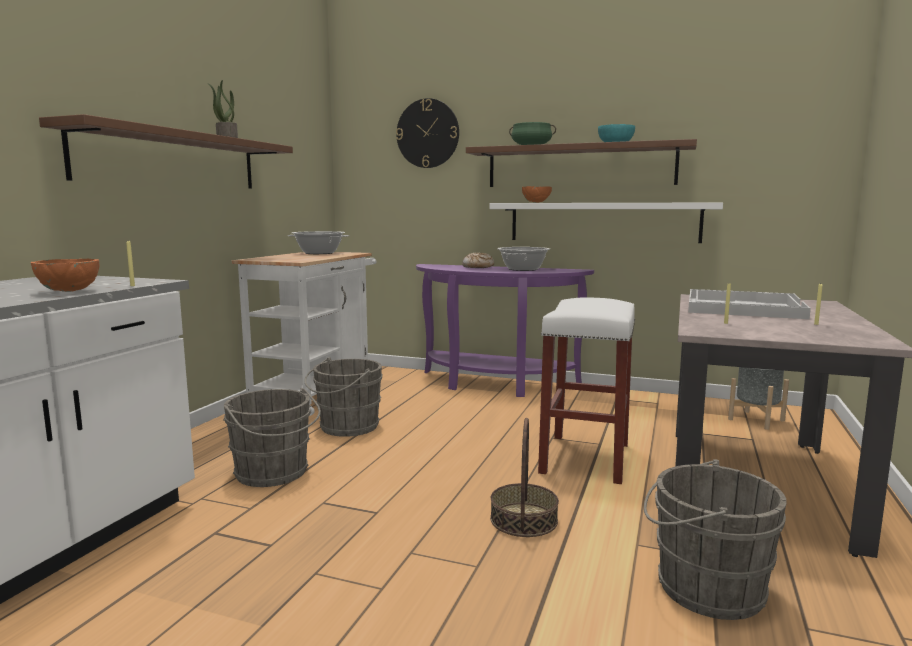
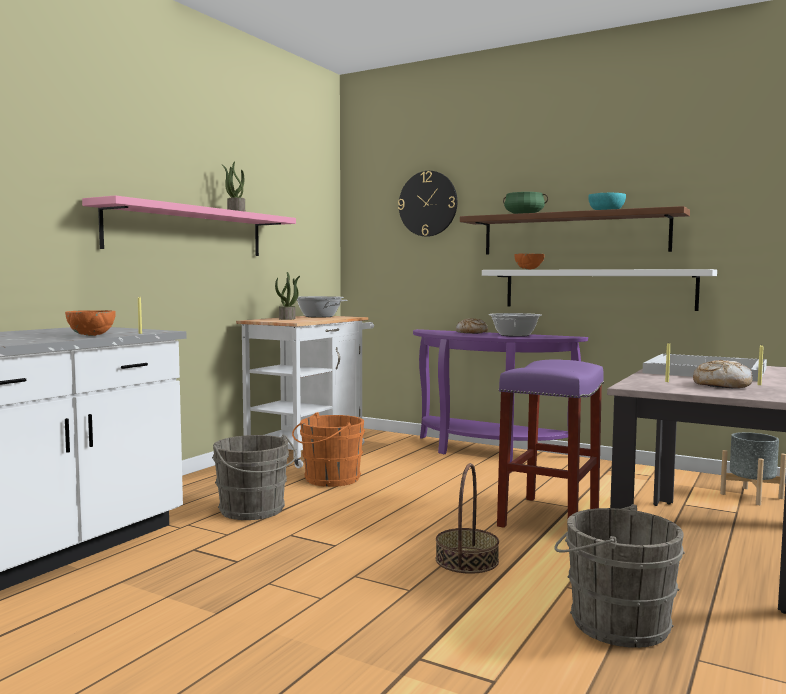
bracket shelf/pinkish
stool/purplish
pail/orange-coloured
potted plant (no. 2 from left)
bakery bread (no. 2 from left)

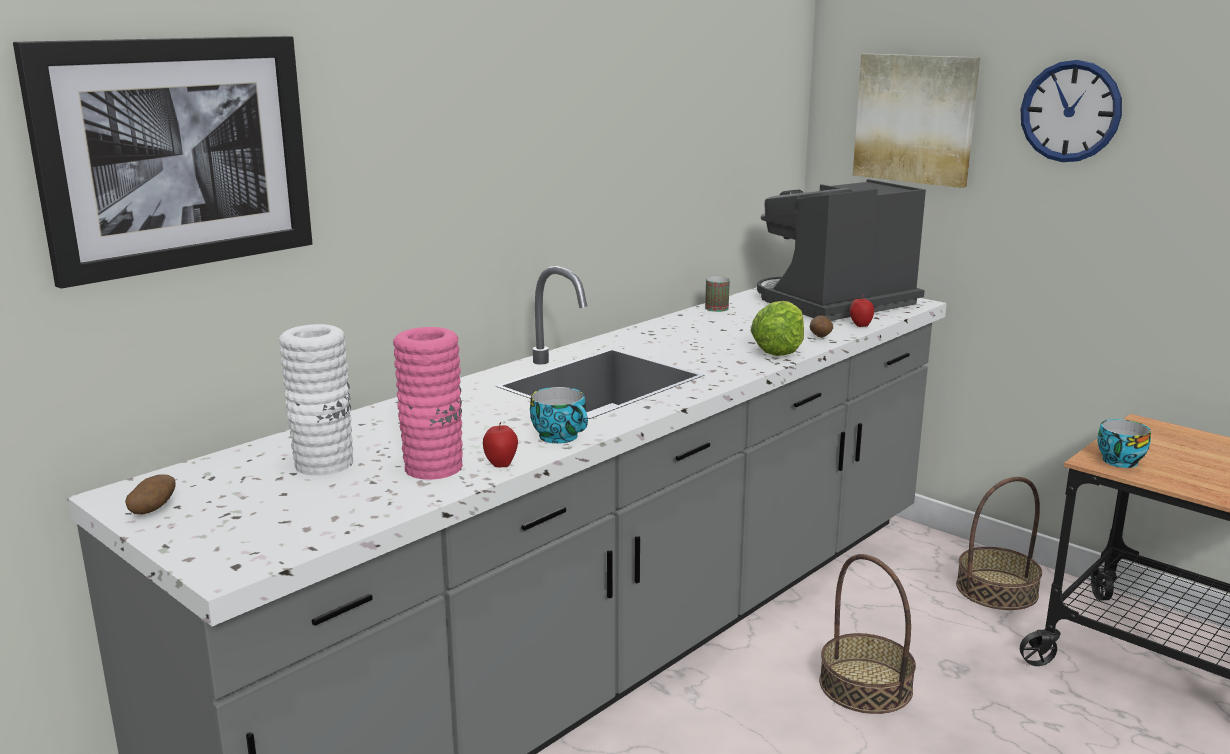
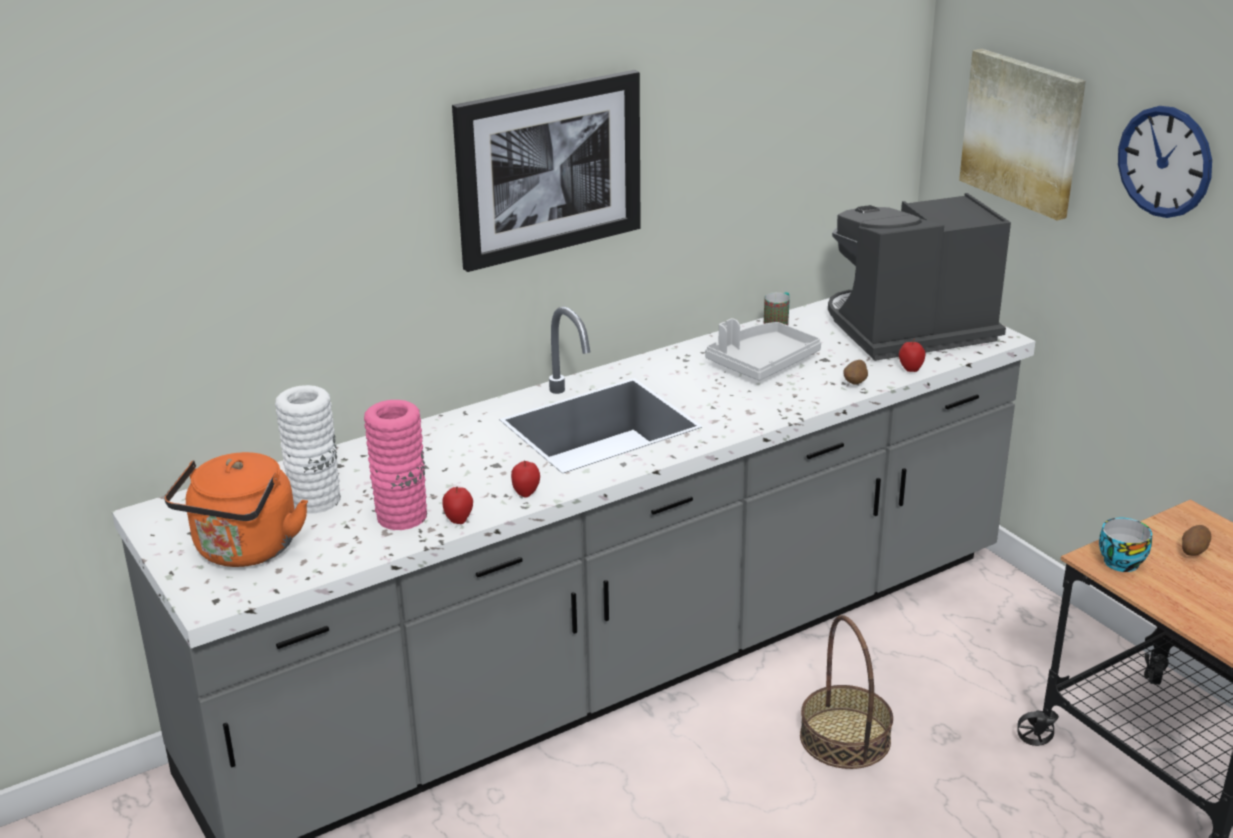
wall picture (no. 1 from left)
head of lettuce
apple fruit (no. 2 from left)
whole potato (no. 2 from left)
basket (no. 2 from left in the first image)
tray/grey
water kettle/orange-coloured

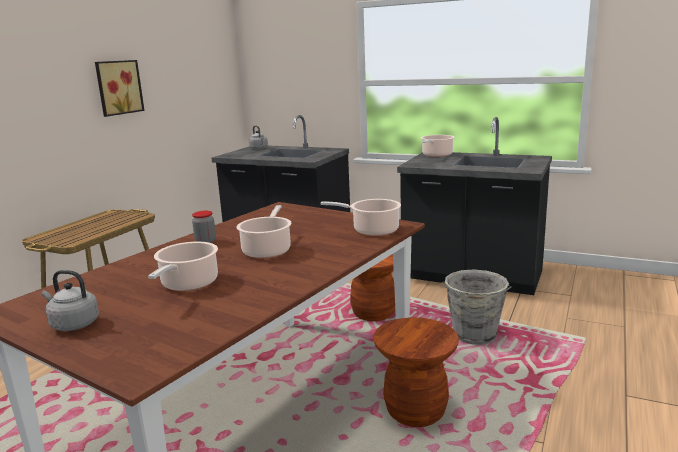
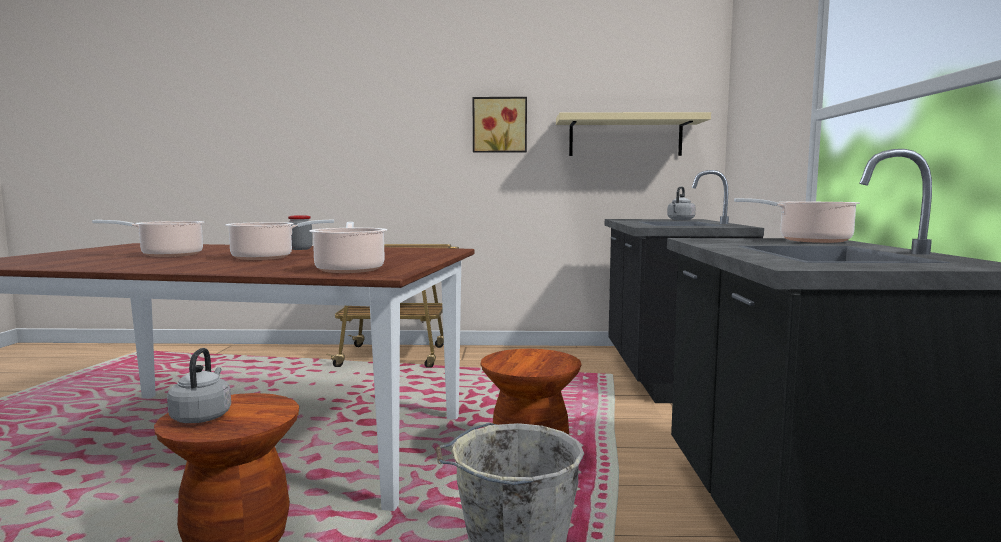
water kettle/grey (no. 1 from left)
bracket shelf/sand-coloured

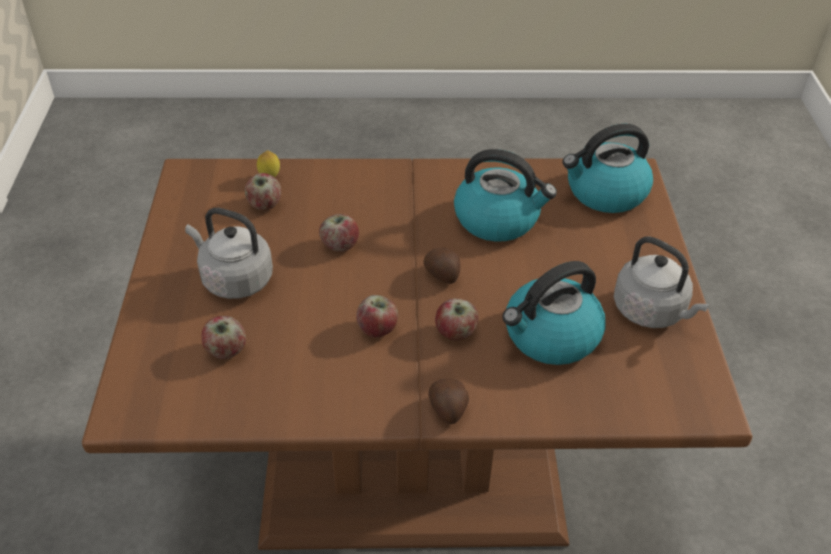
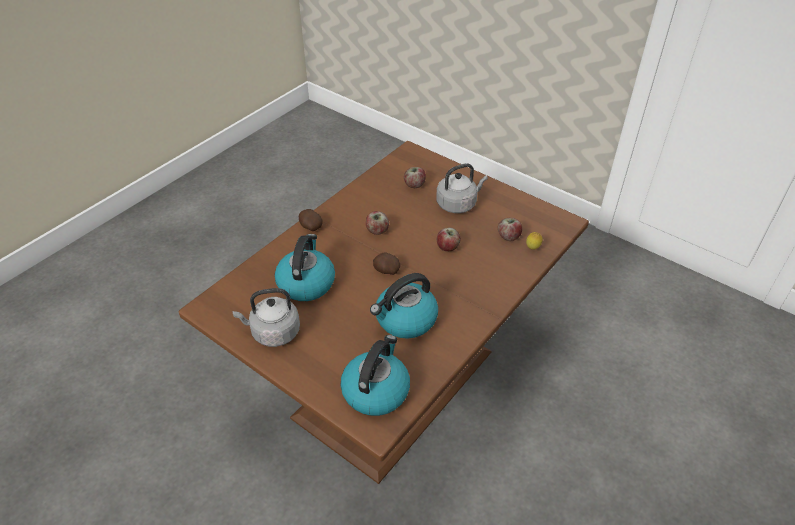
apple fruit (no. 5 from left in the first image)

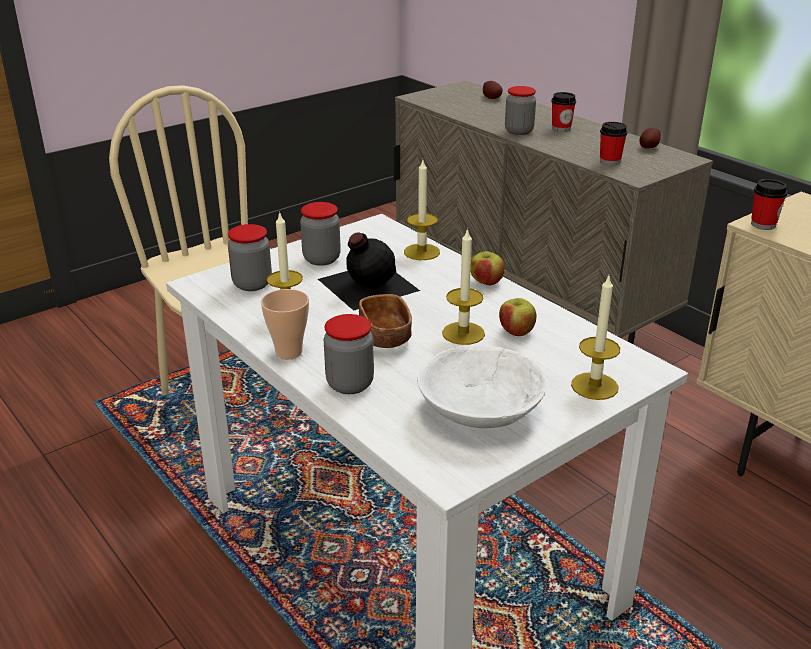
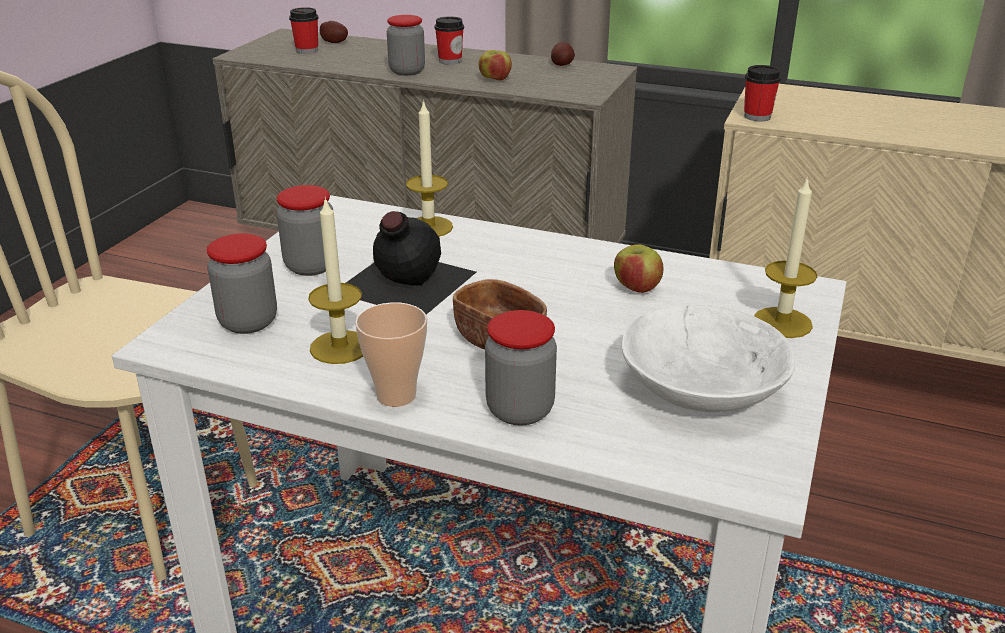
cup (no. 1 from left)
candle (no. 3 from left in the first image)
apple fruit (no. 1 from left)

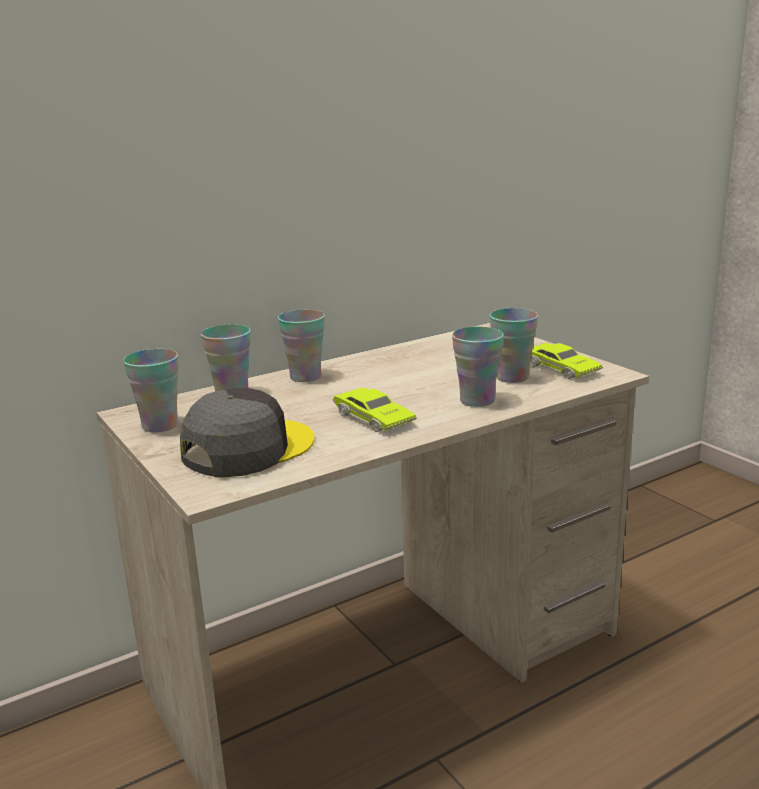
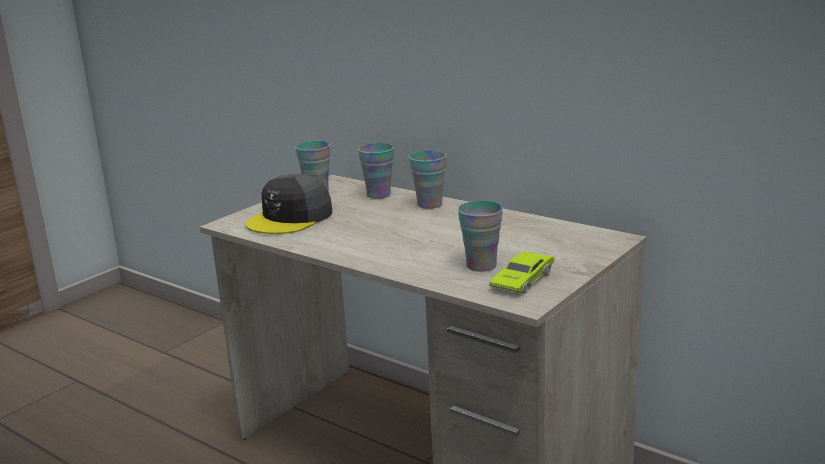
cup (no. 4 from left in the first image)
cap/grey
model car/green-coloured (no. 1 from left in the first image)

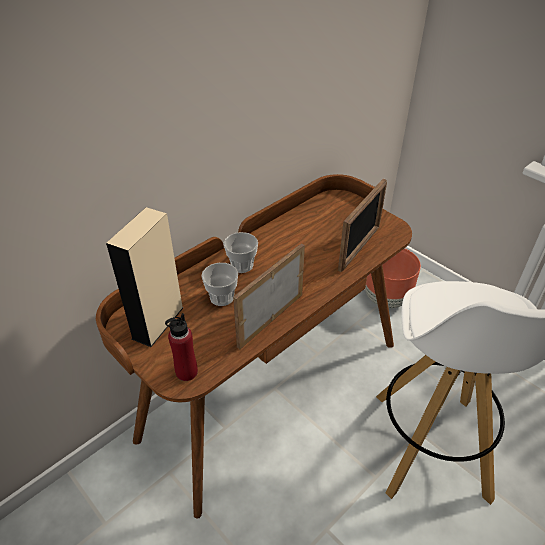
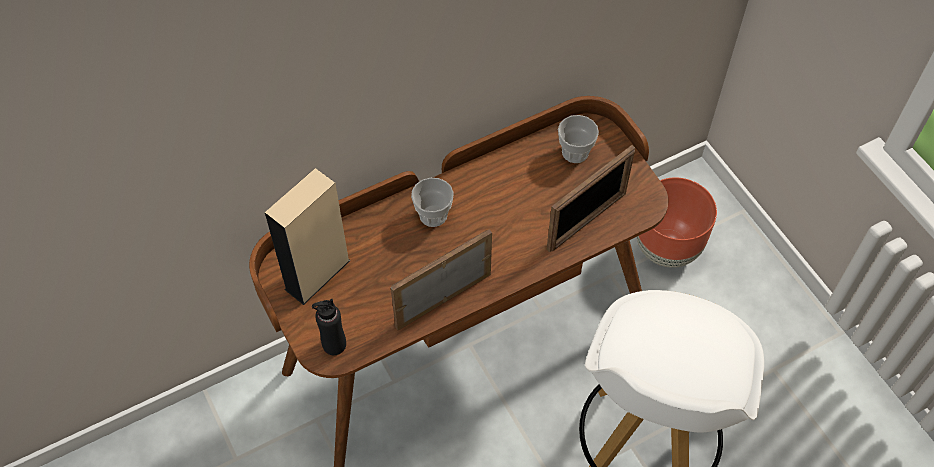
cup (no. 2 from left)
drink bottle/black-coloured

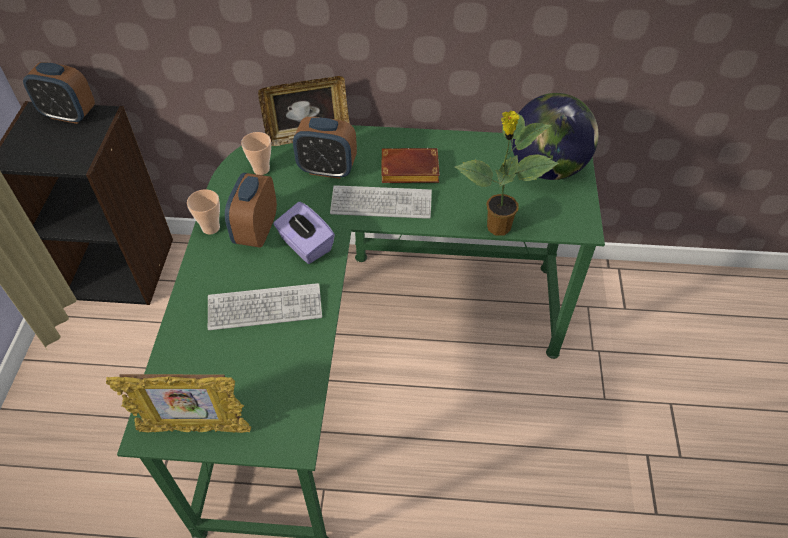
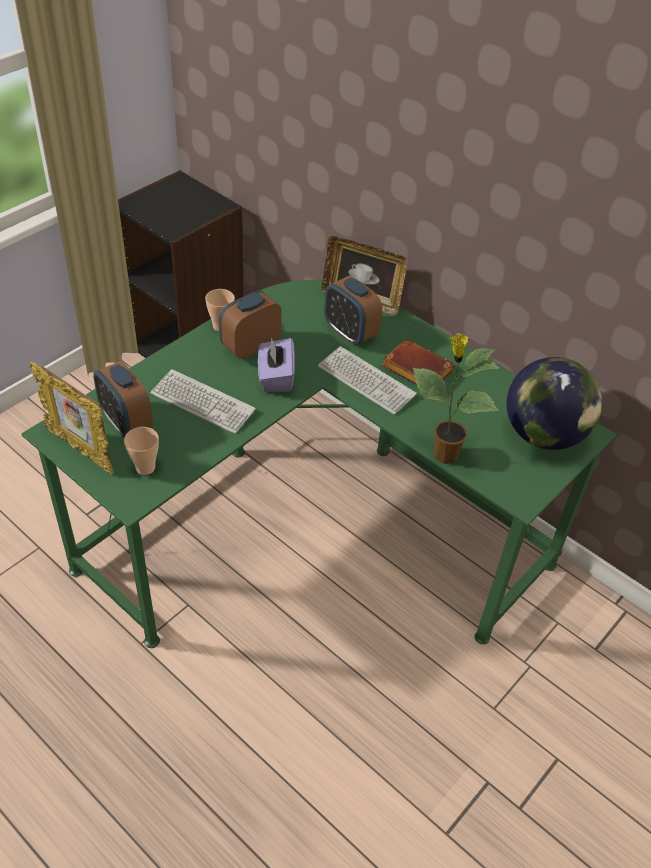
alarm clock (no. 1 from left)
cup (no. 1 from left)

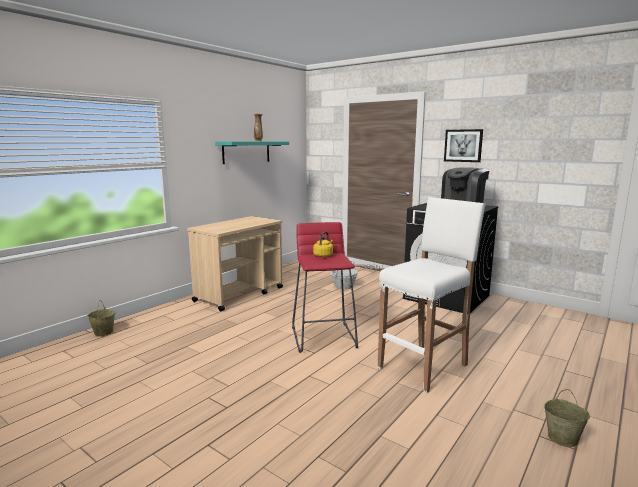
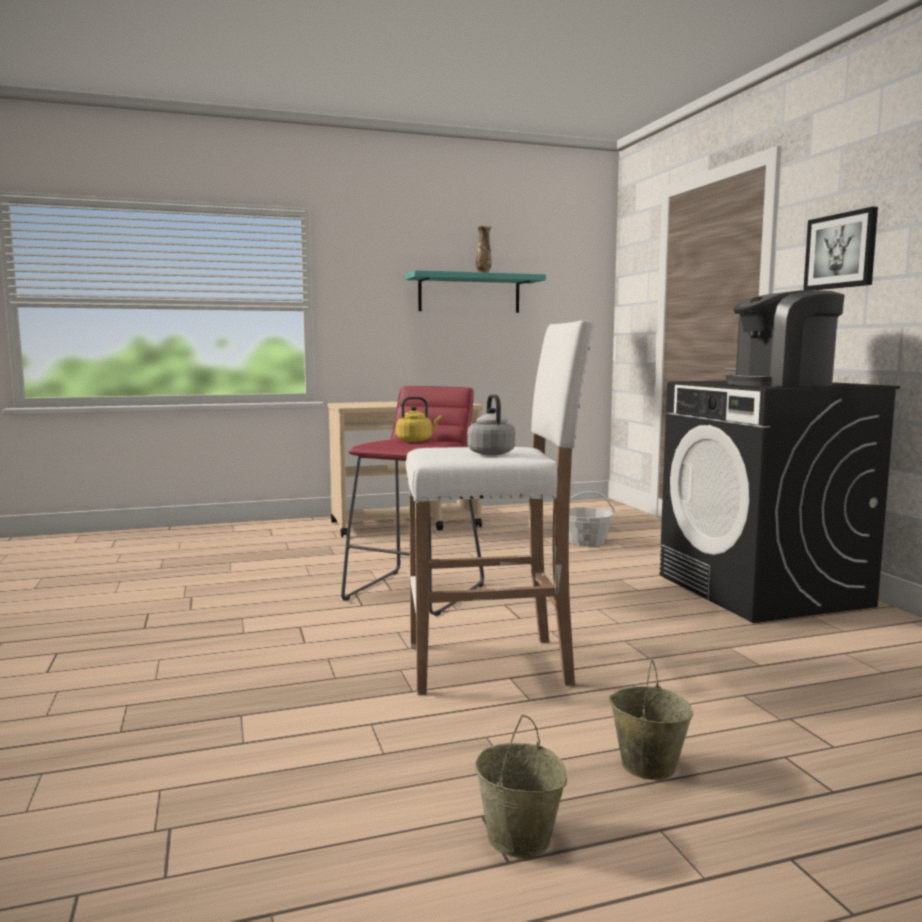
pail/sand-coloured (no. 2 from left)
water kettle/grey

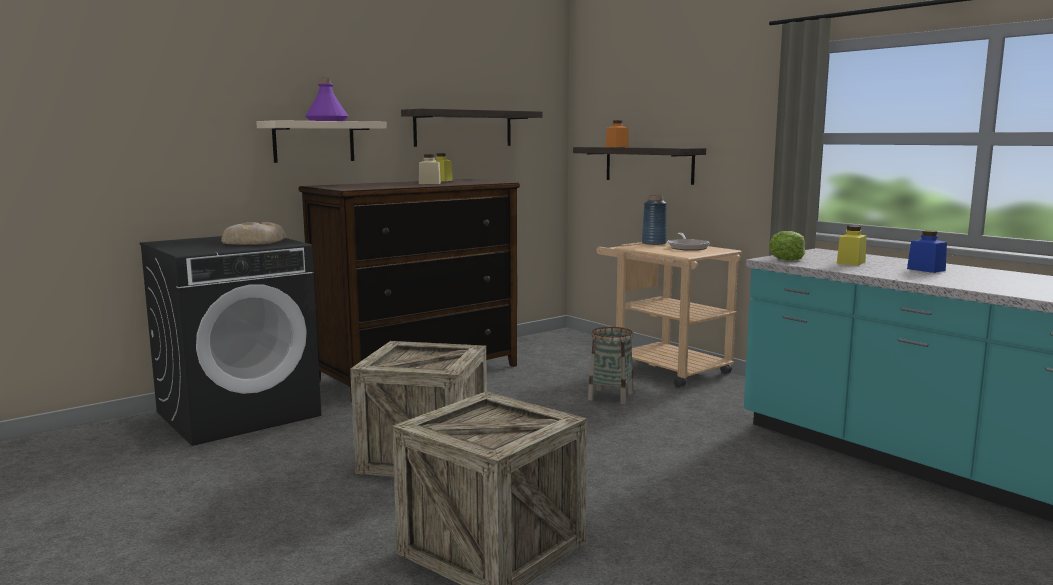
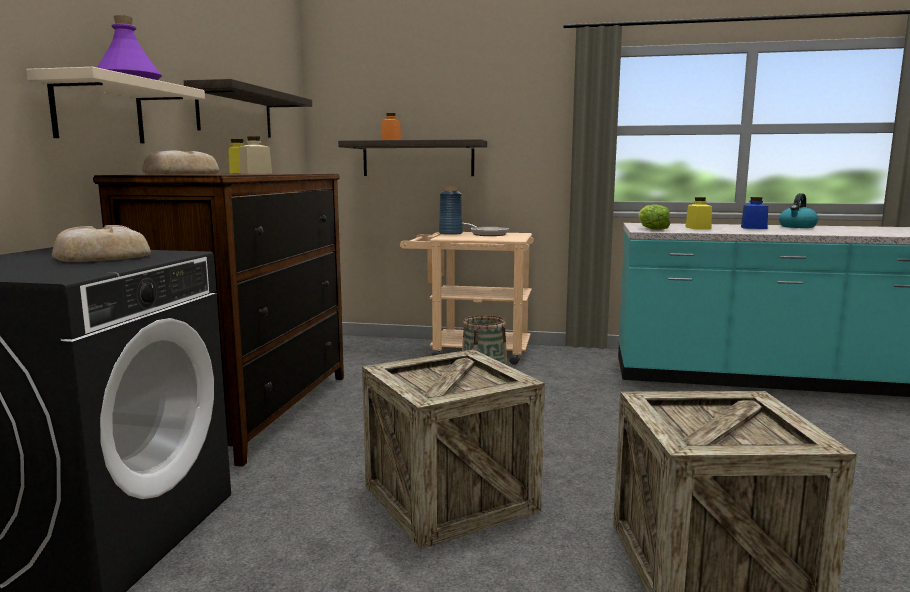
bakery bread (no. 2 from left)
water kettle

